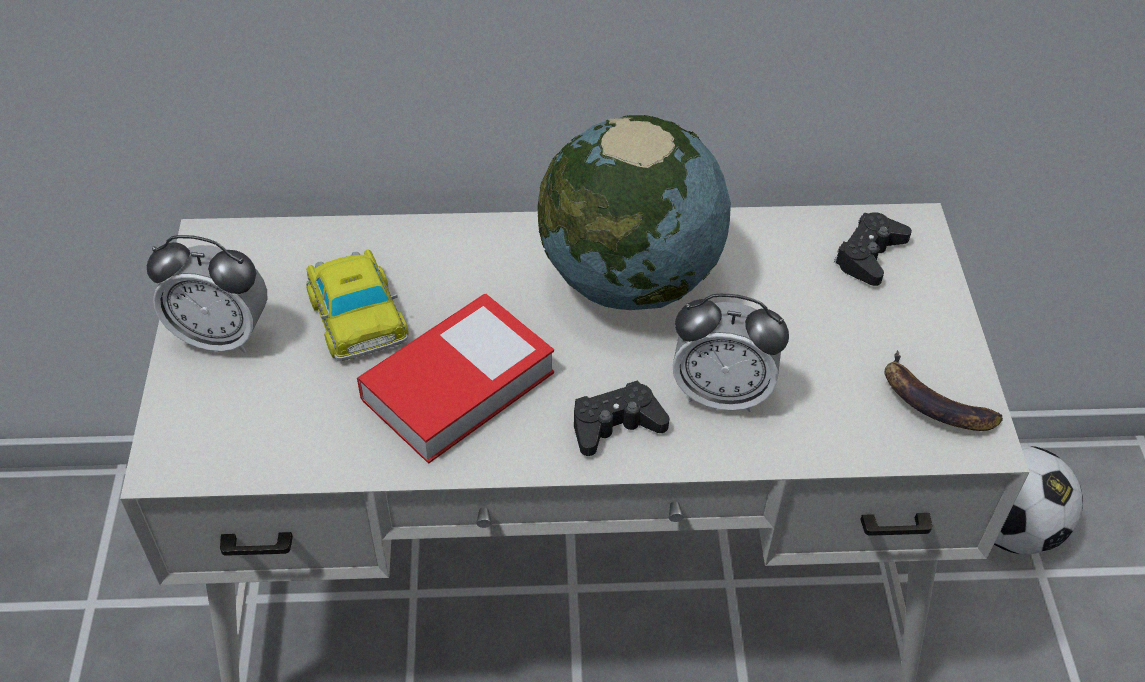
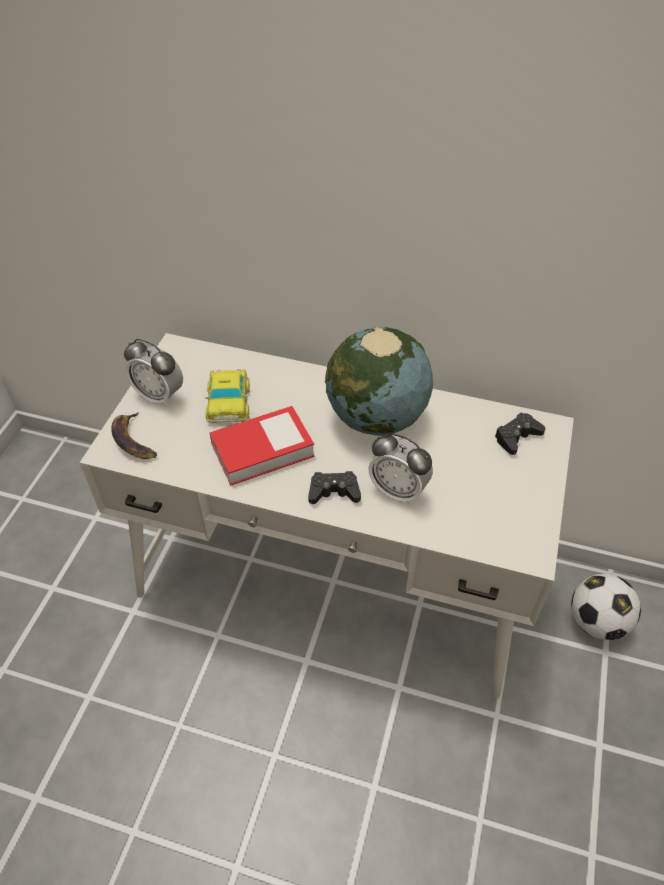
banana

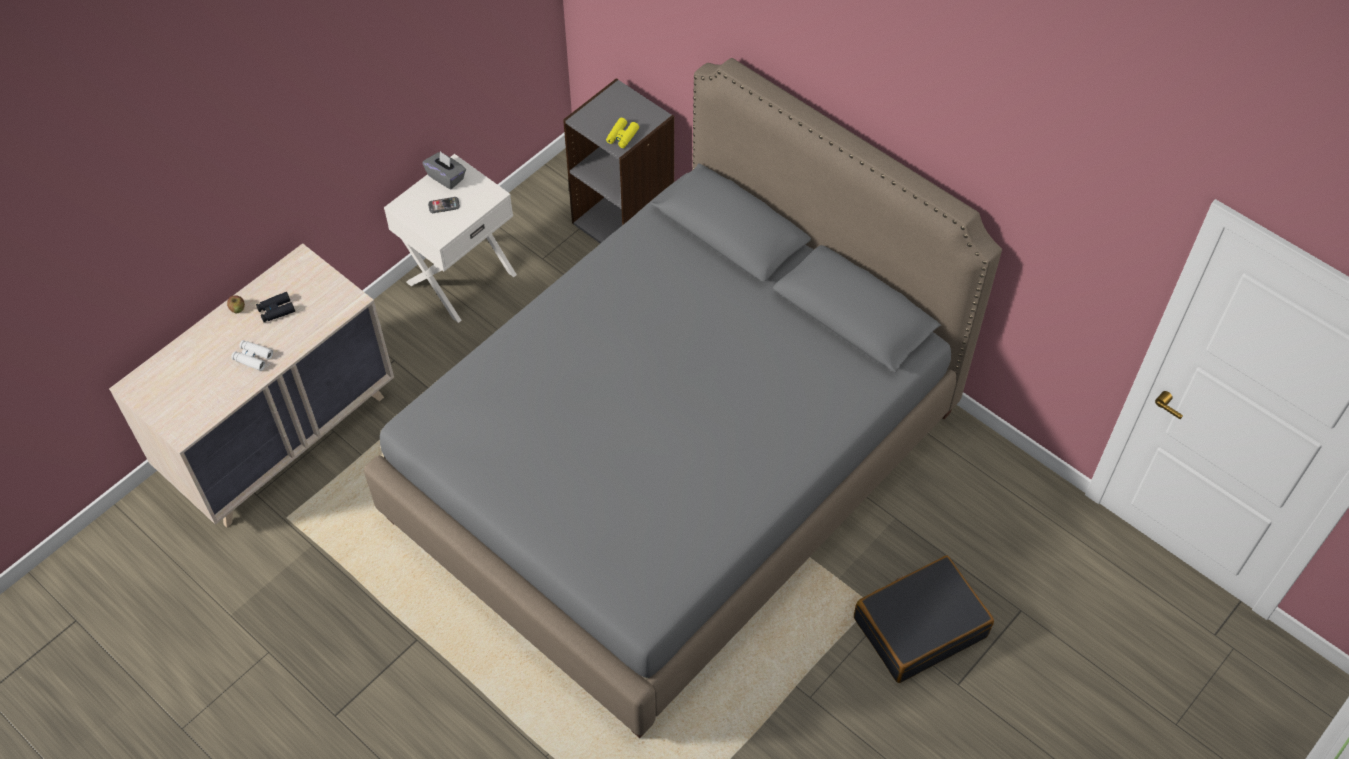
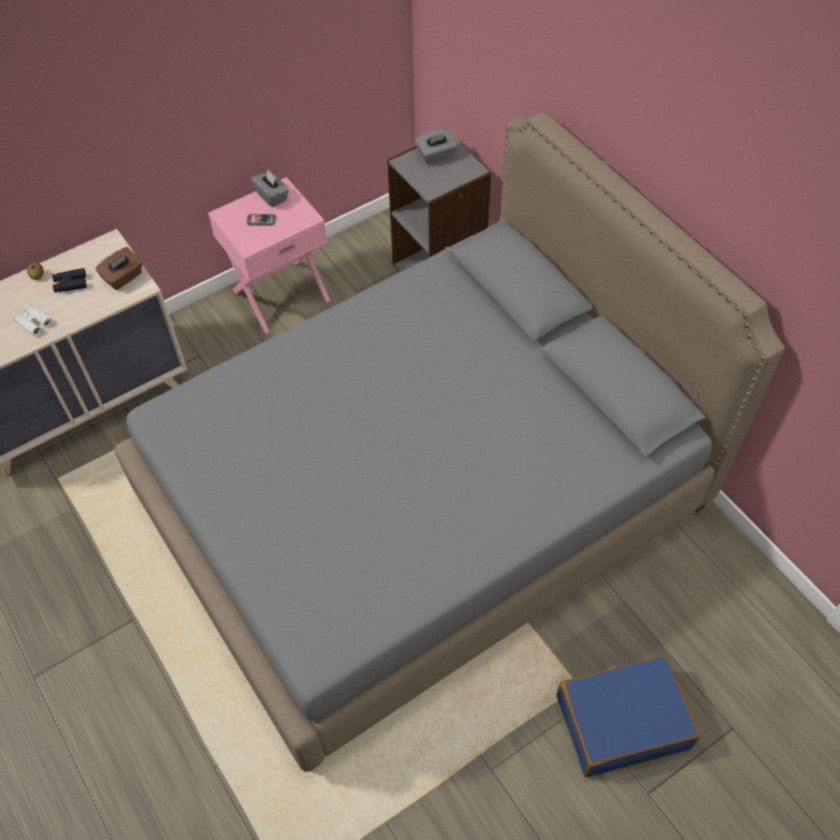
binoculars/yellowish
nightstand/pinkish
piece of luggage/bluish
tissue box/grey (no. 2 from left)
tissue box/brown

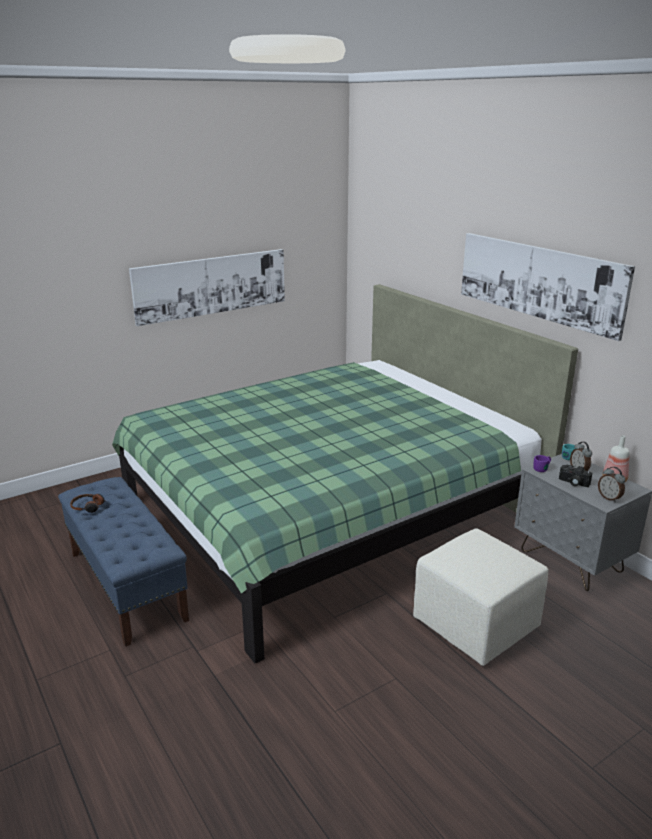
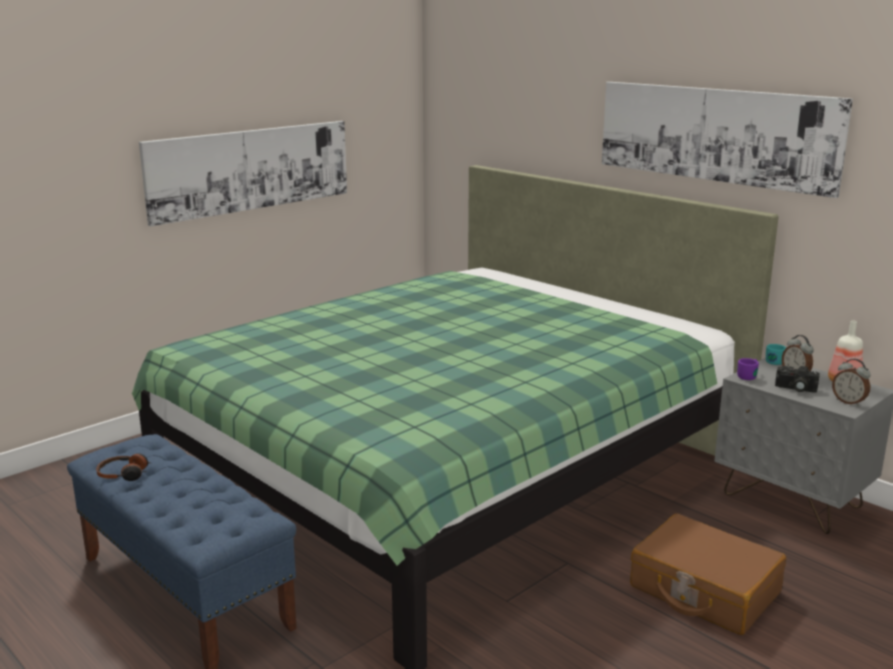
piece of luggage/brown

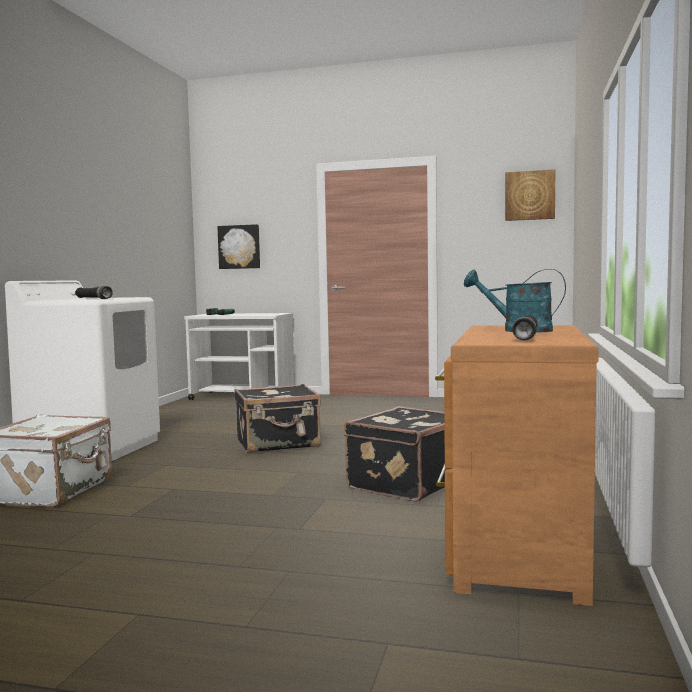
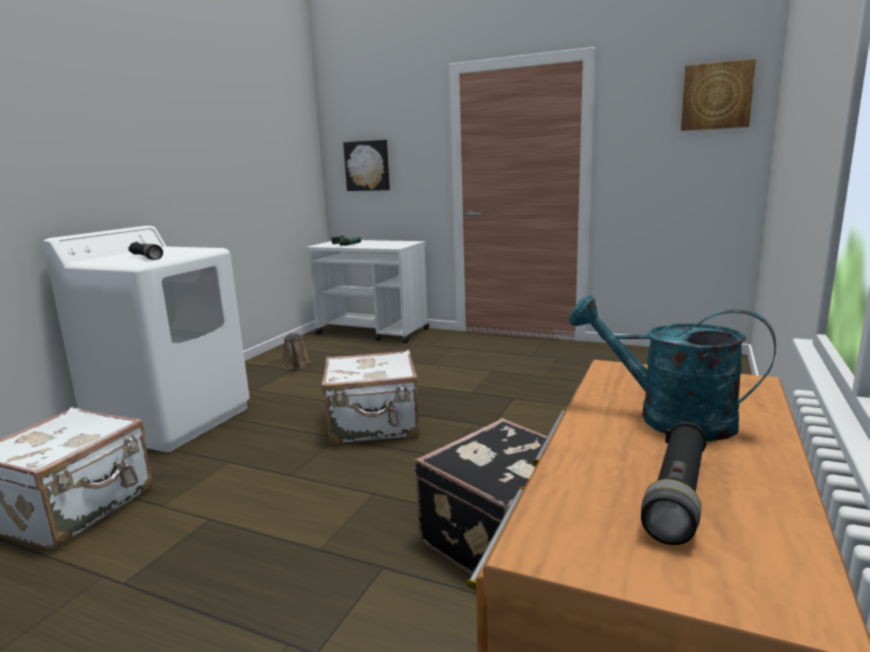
piece of luggage/whitish (no. 2 from left)
watering pot/brown

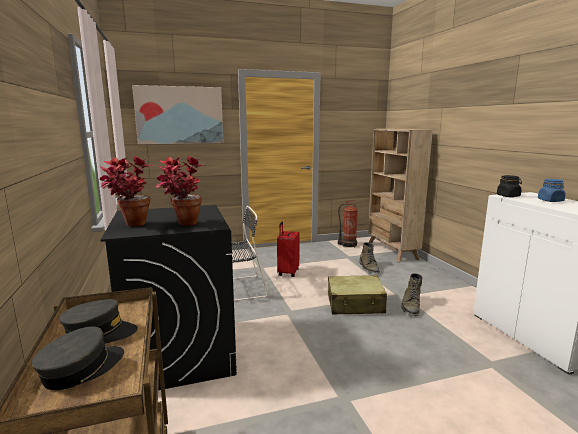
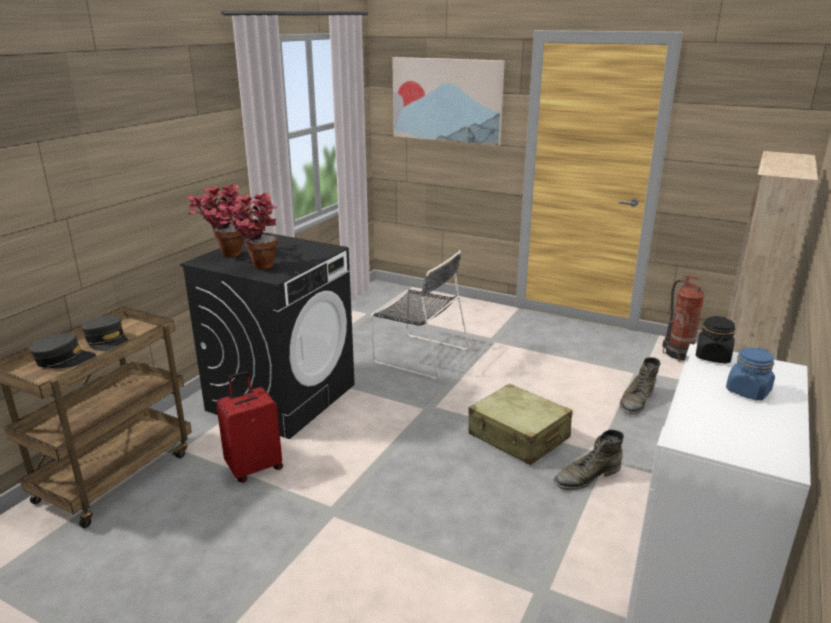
piece of luggage/reddish

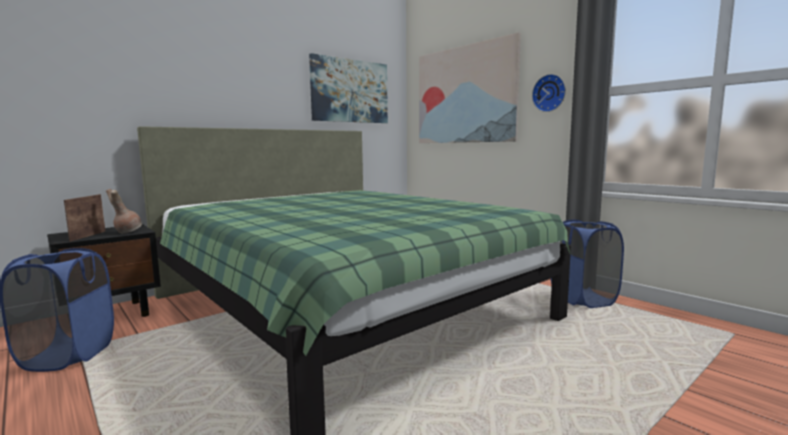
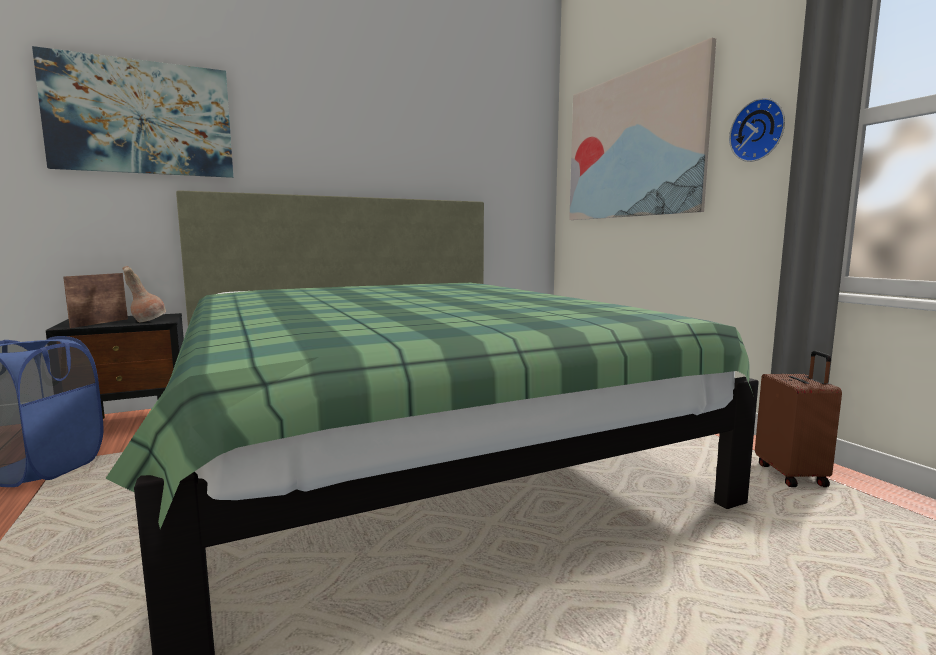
wall picture (no. 1 from left)
piece of luggage/brown

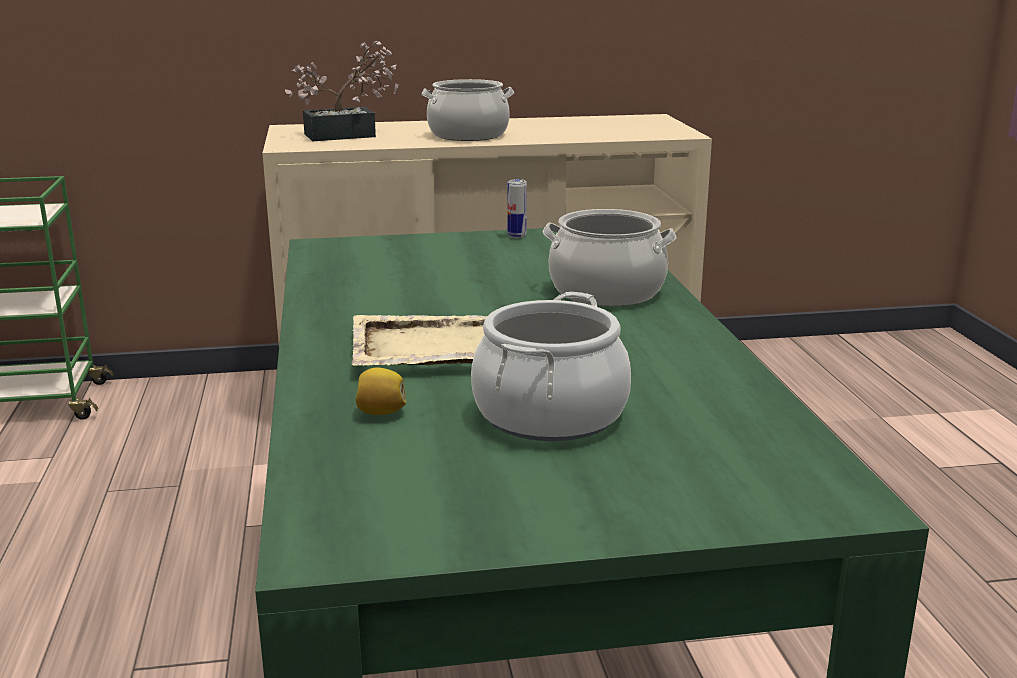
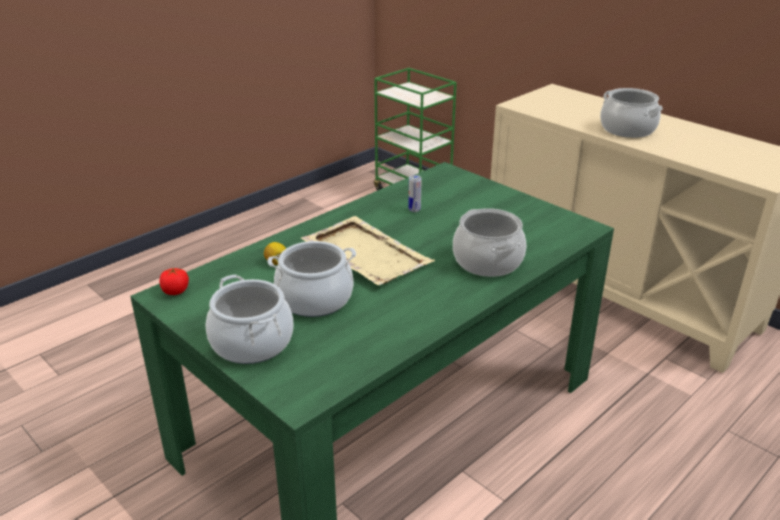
potted plant
can
fresh tomato
stockpot (no. 1 from left)

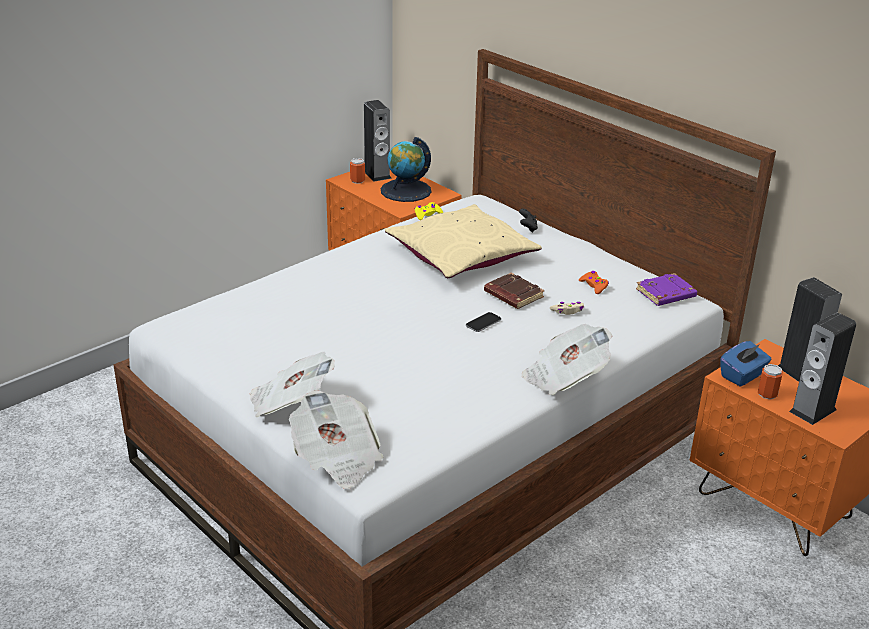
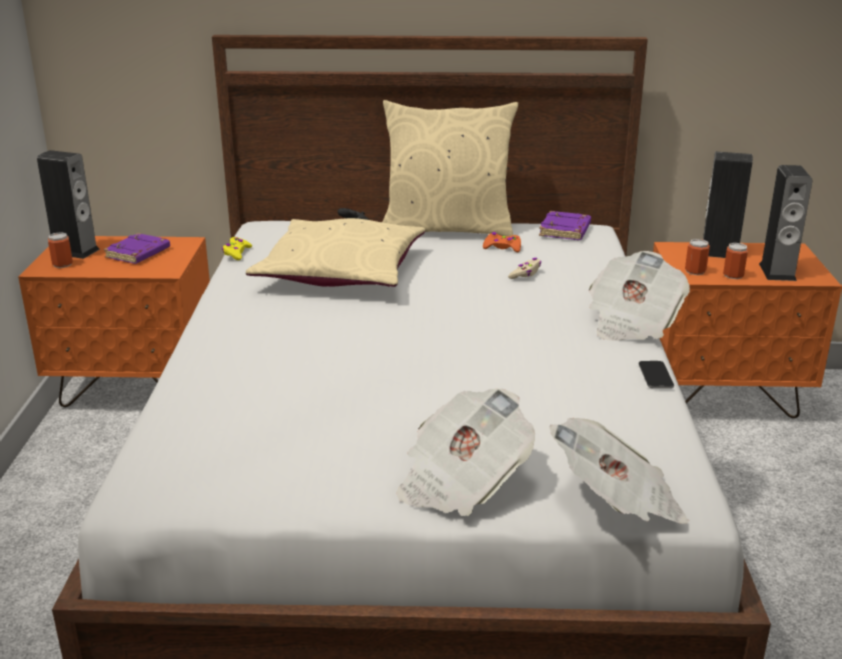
bound book/purplish (no. 1 from left)
bound book/brown
telephone
can (no. 2 from left)
throw pillow/sand-coloured (no. 2 from left)

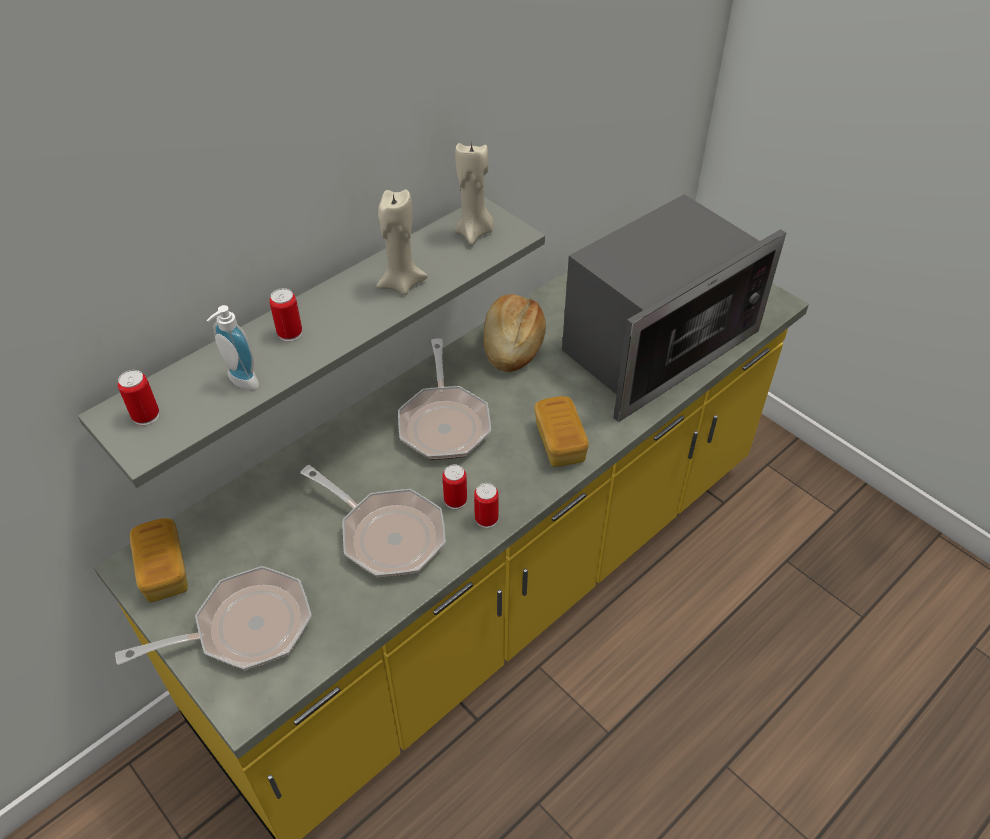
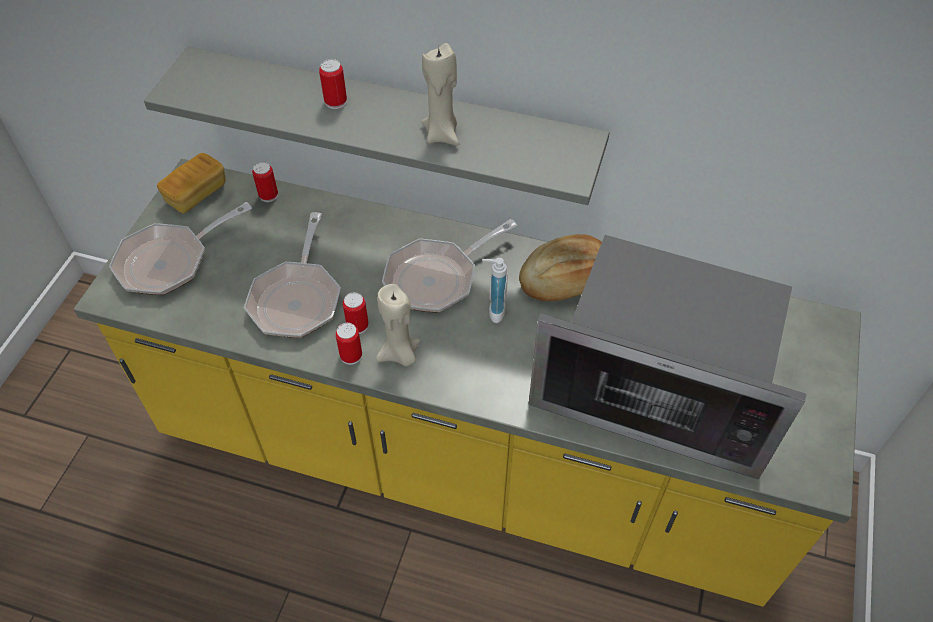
candle/sand-coloured (no. 1 from left)
soap dispenser
can (no. 1 from left)
bakery bread (no. 3 from left in the first image)
skillet (no. 1 from left)

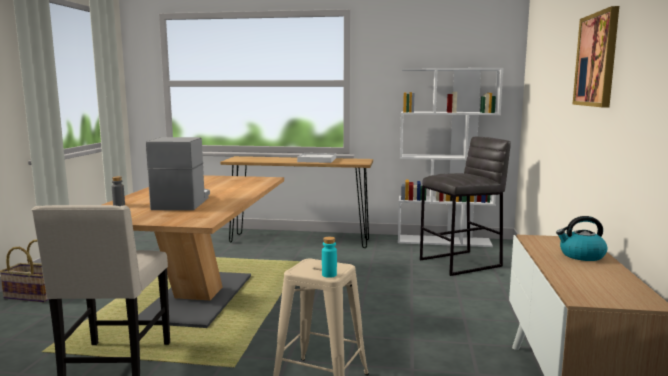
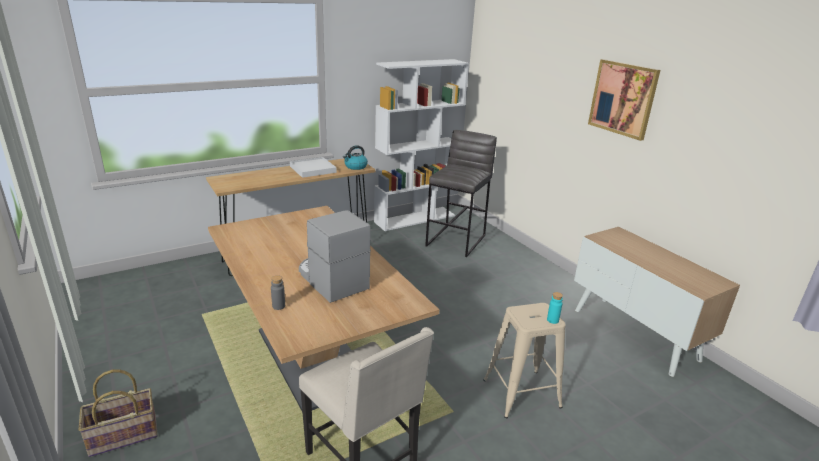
water kettle

